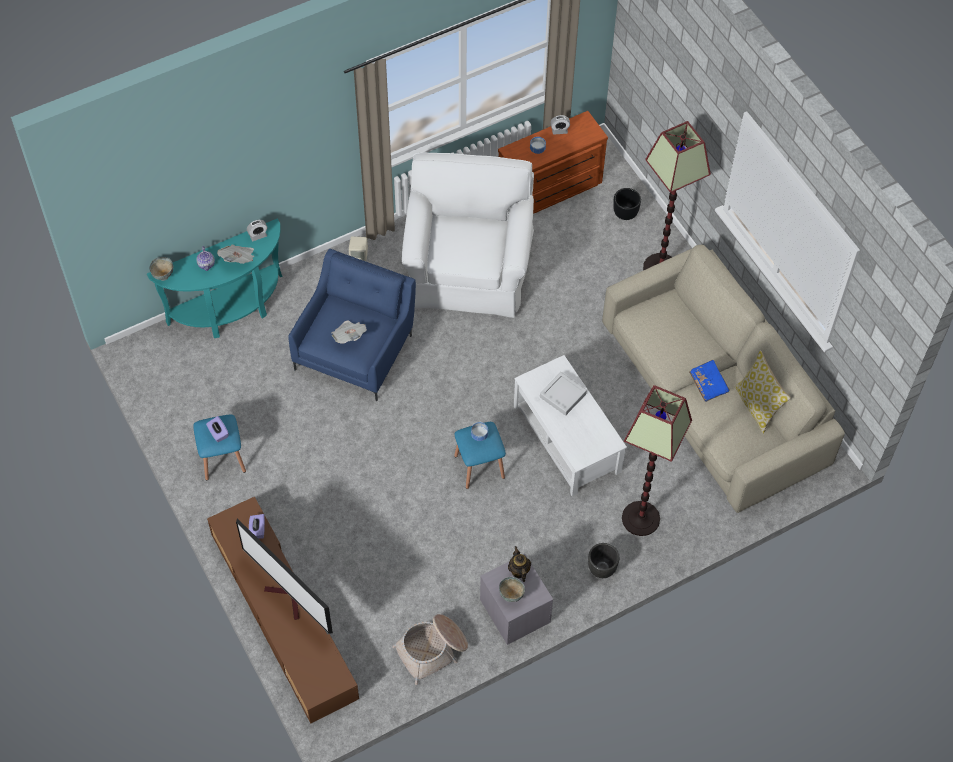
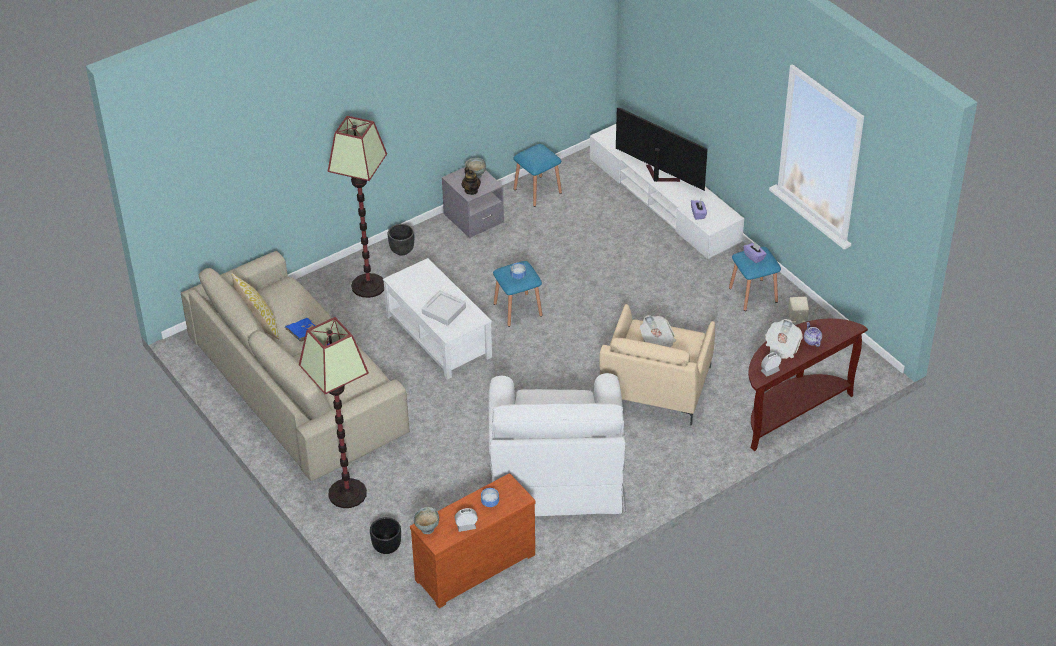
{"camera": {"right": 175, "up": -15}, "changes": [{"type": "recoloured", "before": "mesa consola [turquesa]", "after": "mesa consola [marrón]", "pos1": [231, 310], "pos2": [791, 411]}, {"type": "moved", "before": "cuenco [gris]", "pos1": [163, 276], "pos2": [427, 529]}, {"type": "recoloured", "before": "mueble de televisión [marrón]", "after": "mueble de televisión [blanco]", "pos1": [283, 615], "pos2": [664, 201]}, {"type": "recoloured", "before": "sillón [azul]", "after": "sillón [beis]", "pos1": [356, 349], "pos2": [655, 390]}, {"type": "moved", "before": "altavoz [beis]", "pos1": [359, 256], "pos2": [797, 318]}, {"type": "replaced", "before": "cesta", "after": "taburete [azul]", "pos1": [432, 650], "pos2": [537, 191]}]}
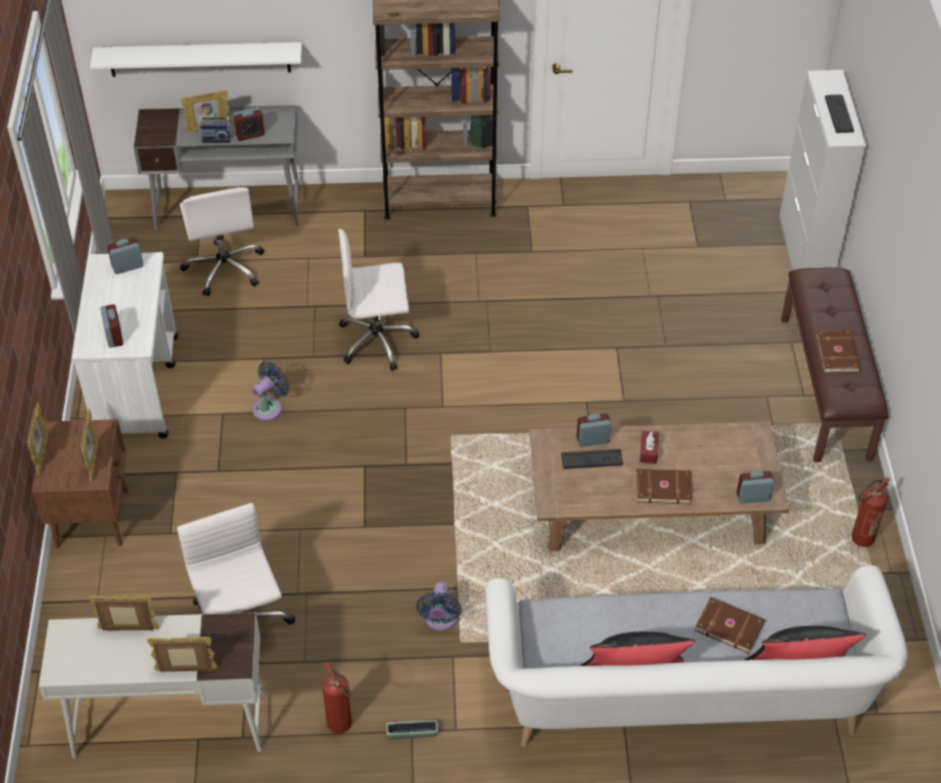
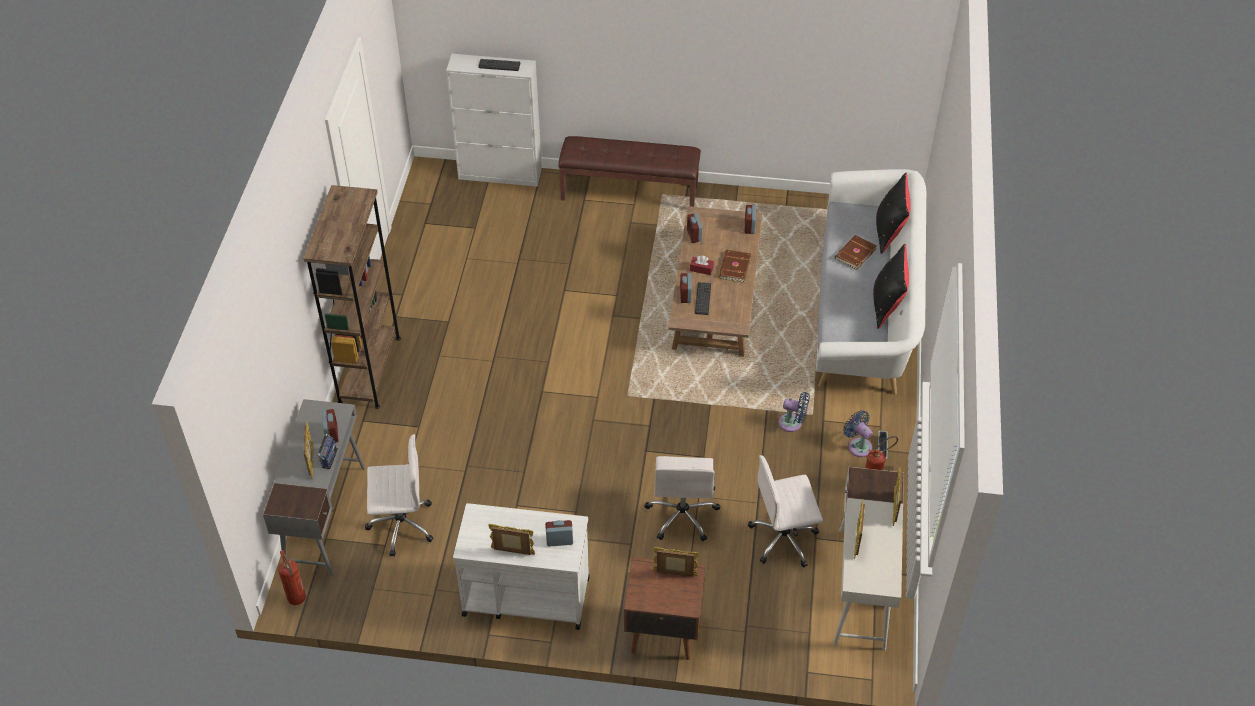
{"camera": {"right": -80, "up": 0}, "changes": [{"type": "moved", "before": "portarretratos", "pos1": [42, 455], "pos2": [512, 552]}, {"type": "removed", "before": "estante [blanco]", "pos1": [199, 59]}, {"type": "moved", "before": "despertador", "pos1": [127, 266], "pos2": [694, 235]}, {"type": "moved", "before": "ventilador [azul]", "pos1": [270, 407], "pos2": [858, 445]}, {"type": "moved", "before": "silla de oficina [blanco]", "pos1": [378, 340], "pos2": [682, 515]}, {"type": "removed", "before": "libro [marrón]", "pos1": [838, 353]}, {"type": "moved", "before": "extintor", "pos1": [858, 541], "pos2": [298, 601]}]}
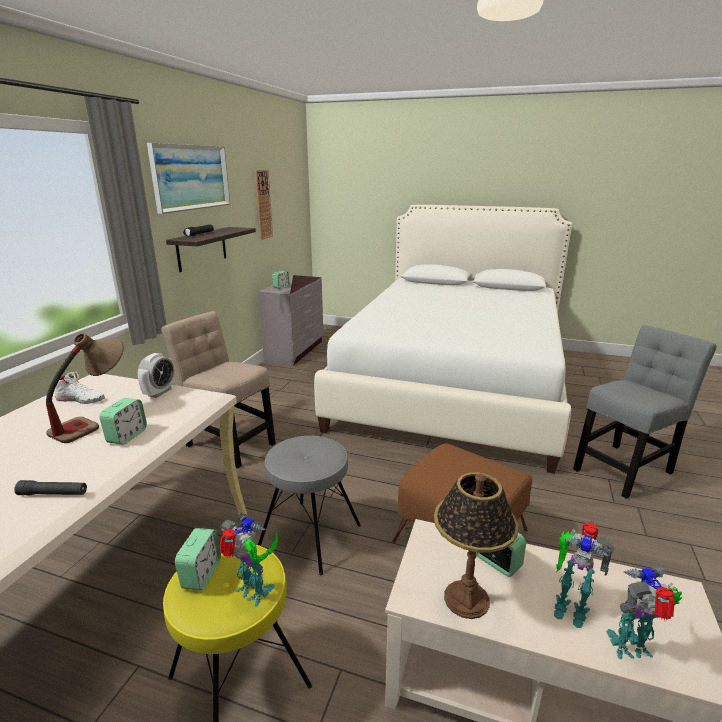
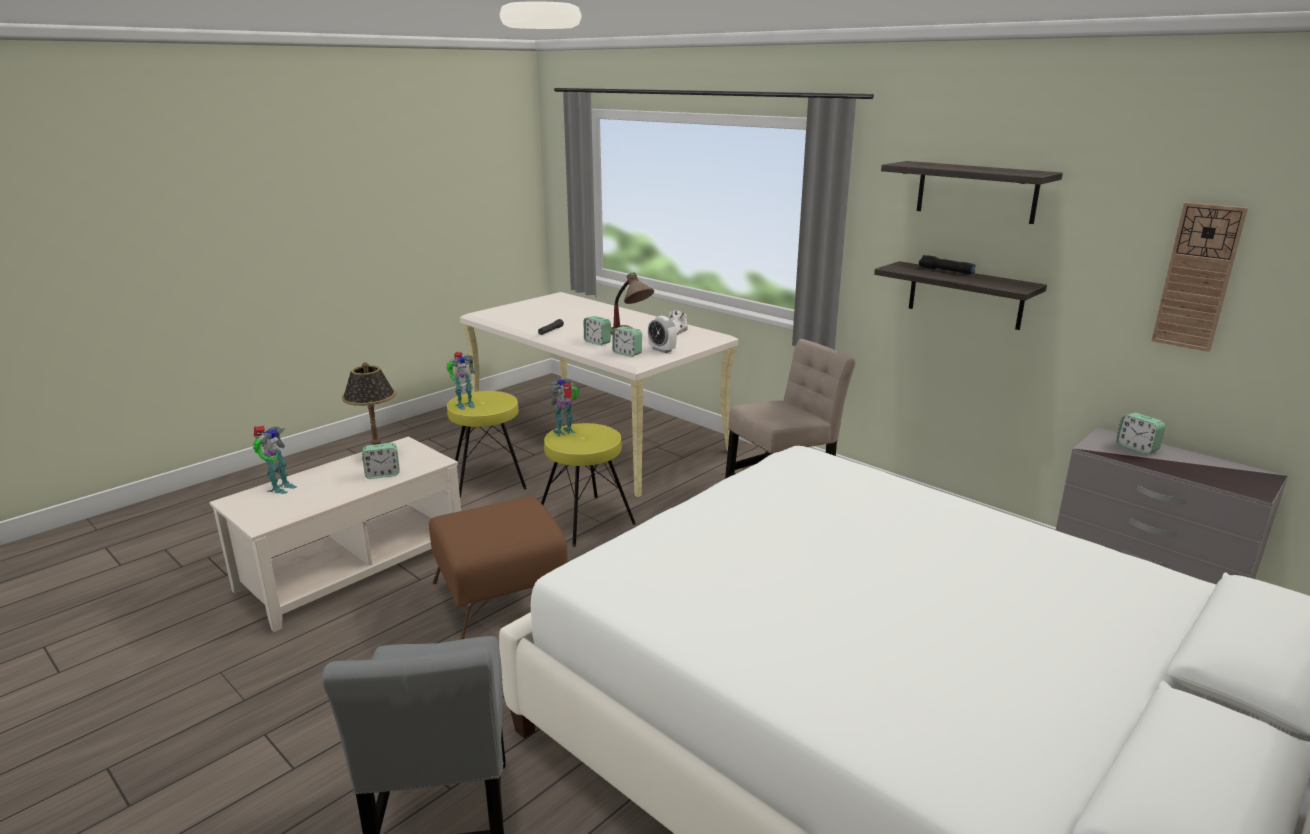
{"camera": {"right": 115, "up": 0}, "changes": [{"type": "replaced", "before": "cuadro", "after": "estante", "pos1": [191, 177], "pos2": [976, 191]}, {"type": "moved", "before": "despertador", "pos1": [201, 574], "pos2": [627, 353]}, {"type": "recoloured", "before": "taburete [gris]", "after": "taburete [amarillo]", "pos1": [309, 535], "pos2": [585, 520]}, {"type": "moved", "before": "robot de juguete", "pos1": [569, 607], "pos2": [565, 432]}]}
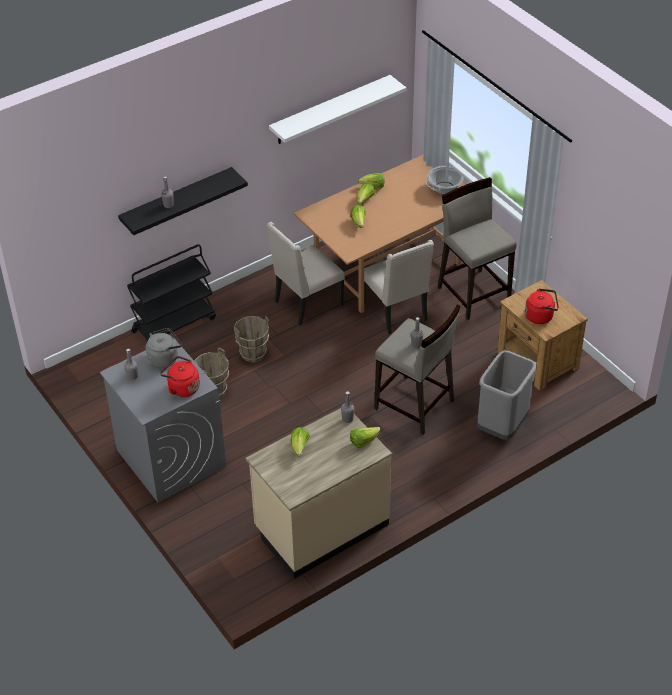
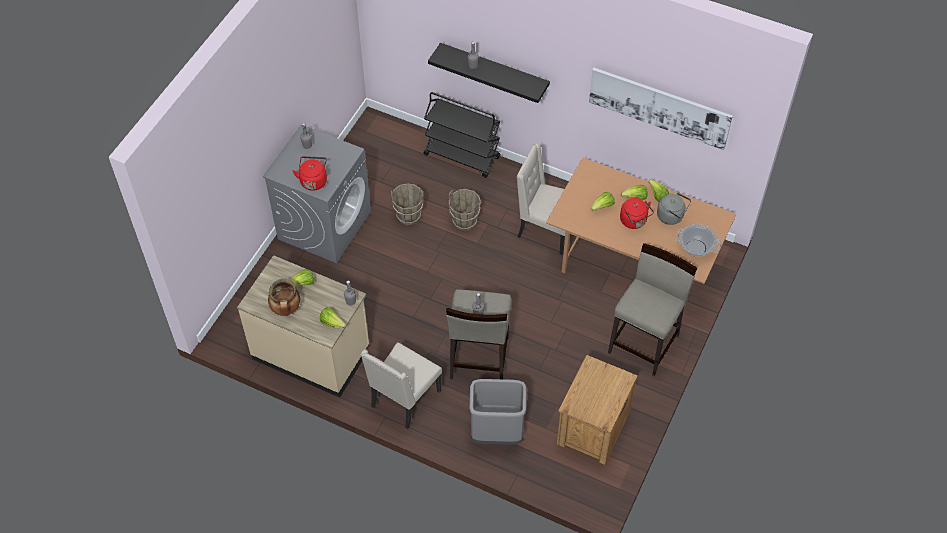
{"camera": {"right": 60, "up": 10}, "changes": [{"type": "moved", "before": "hervidor [gris]", "pos1": [164, 358], "pos2": [671, 216]}, {"type": "replaced", "before": "estante [blanco]", "after": "cuadro", "pos1": [330, 110], "pos2": [659, 107]}, {"type": "moved", "before": "silla [beis]", "pos1": [396, 312], "pos2": [404, 399]}, {"type": "moved", "before": "hervidor [rojo]", "pos1": [541, 316], "pos2": [634, 221]}, {"type": "added", "after": "olla", "pos2": [286, 309]}]}
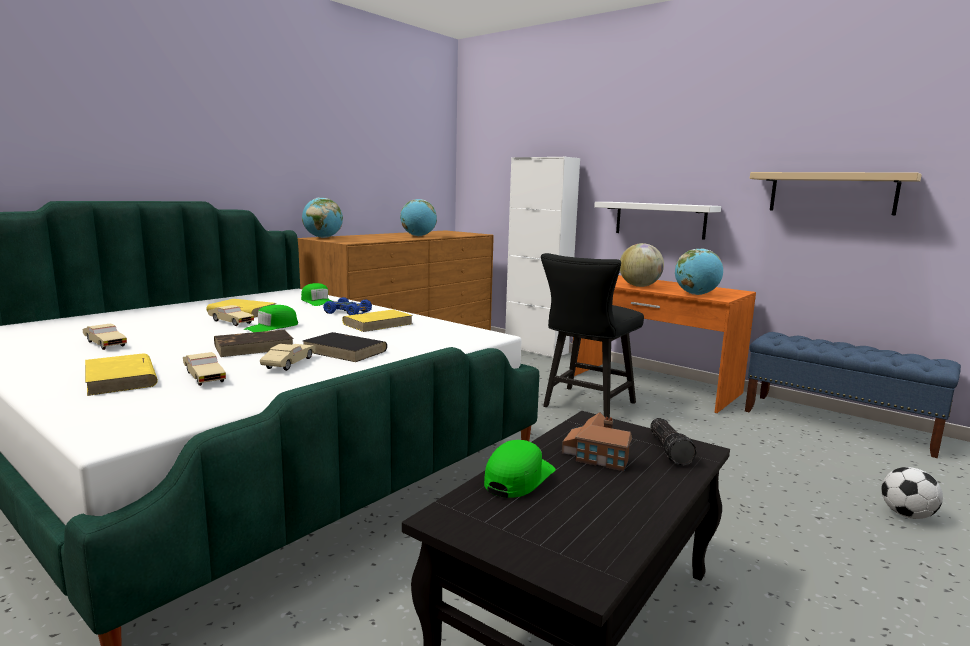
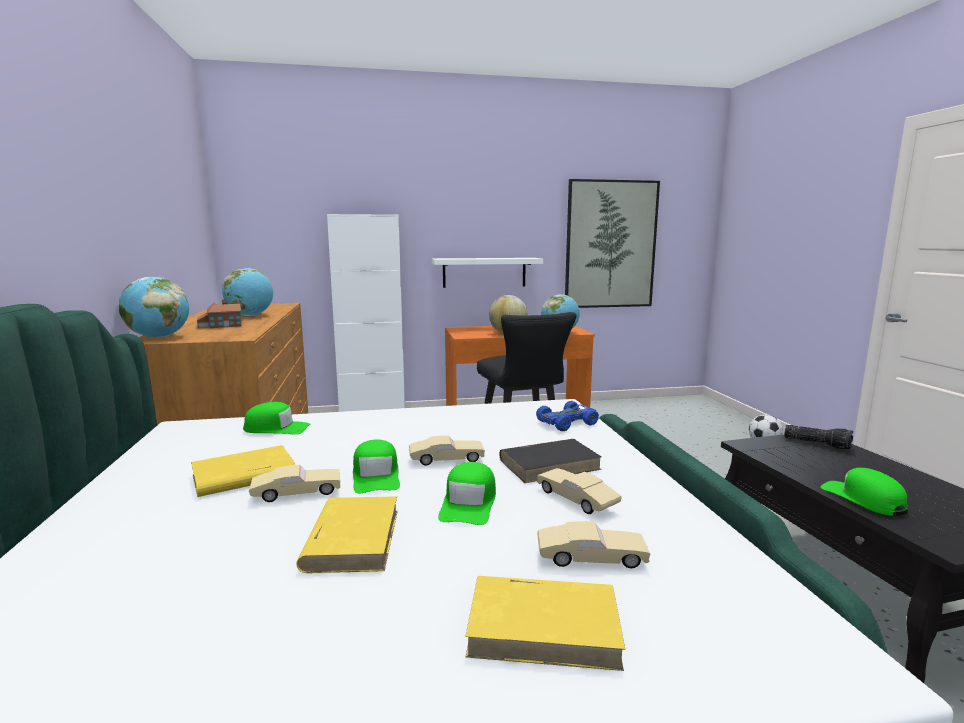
{"camera": {"right": -50, "up": 0}, "changes": [{"type": "moved", "before": "coche de juguete [beis]", "pos1": [105, 344], "pos2": [446, 460]}, {"type": "replaced", "before": "libro [marrón]", "after": "gorra [verde]", "pos1": [255, 347], "pos2": [469, 503]}, {"type": "moved", "before": "coche de juguete [azul]", "pos1": [349, 312], "pos2": [567, 423]}, {"type": "moved", "before": "libro [amarillo]", "pos1": [378, 324], "pos2": [352, 538]}, {"type": "moved", "before": "casita", "pos1": [595, 455], "pos2": [219, 325]}, {"type": "removed", "before": "banco [azul]", "pos1": [839, 424]}, {"type": "replaced", "before": "estante [beis]", "after": "cuadro", "pos1": [832, 193], "pos2": [610, 245]}]}
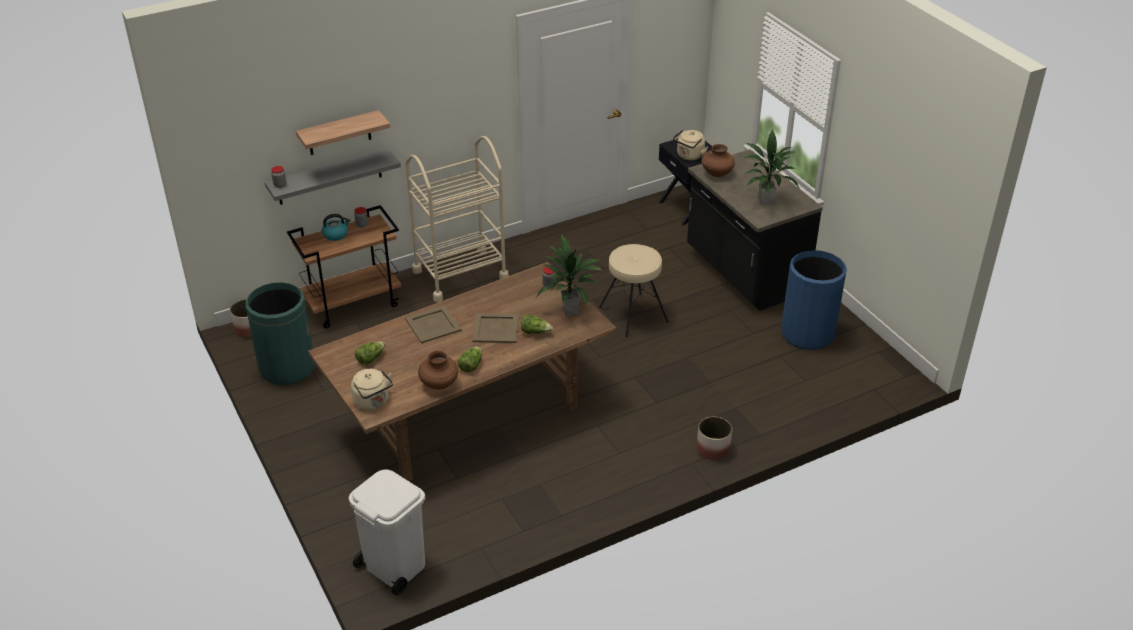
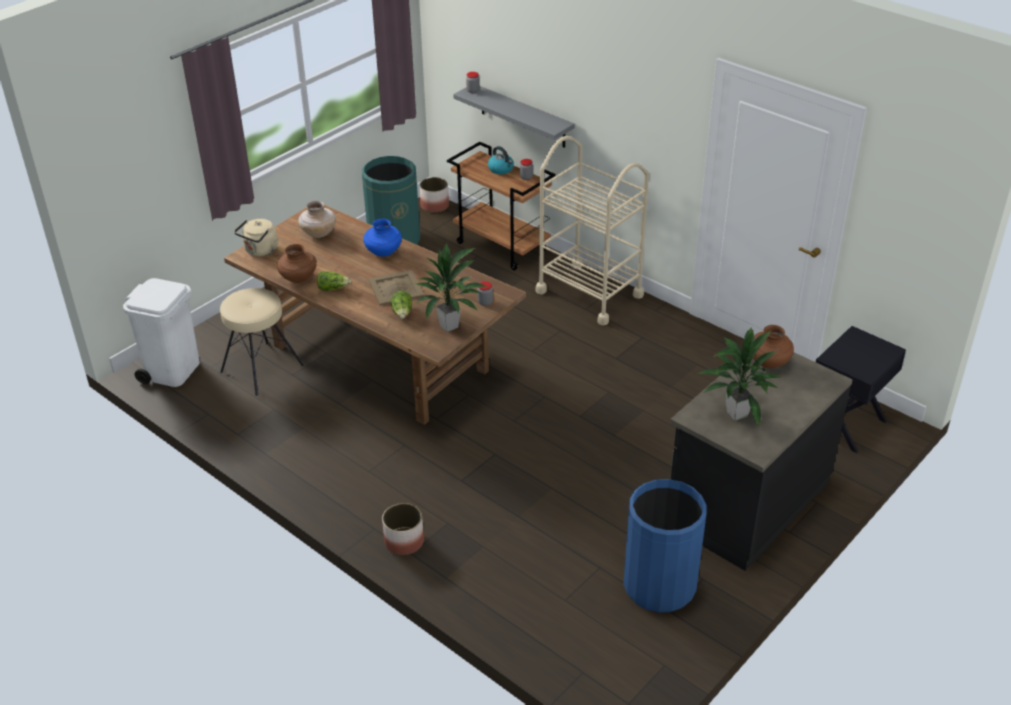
{"camera": {"right": 70, "up": 0}, "changes": [{"type": "removed", "before": "estante", "pos1": [339, 133]}, {"type": "replaced", "before": "lechuga", "after": "florero [beis]", "pos1": [370, 358], "pos2": [319, 233]}, {"type": "replaced", "before": "bandeja [beis]", "after": "florero [azul]", "pos1": [433, 325], "pos2": [383, 252]}, {"type": "moved", "before": "taburete [beis]", "pos1": [633, 315], "pos2": [261, 368]}, {"type": "removed", "before": "hervidor [beis]", "pos1": [689, 156]}]}
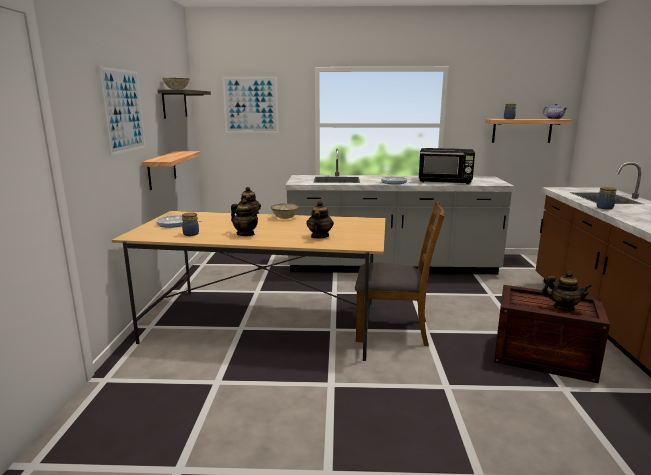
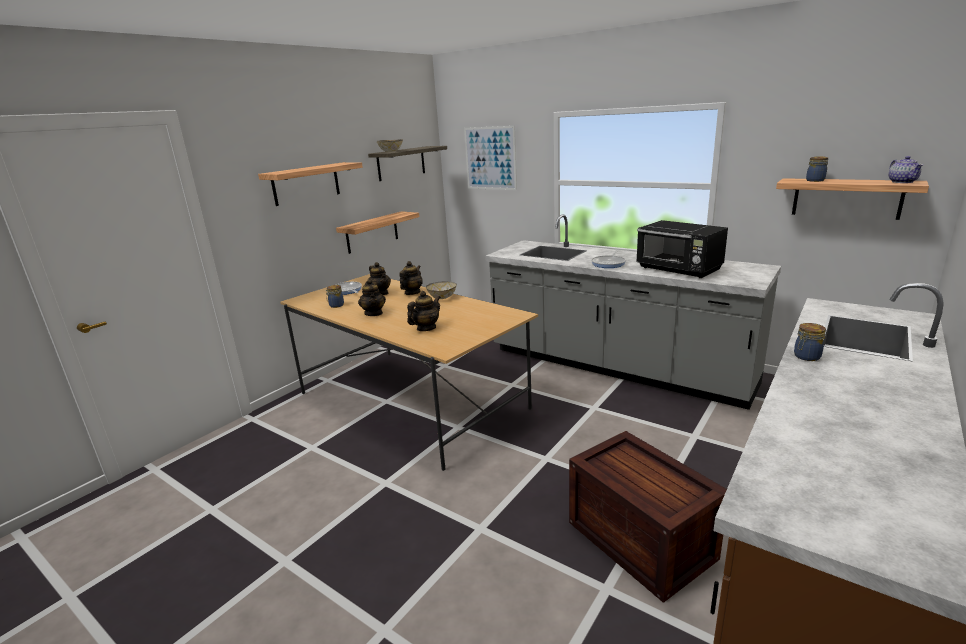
{"camera": {"right": 35, "up": 5}, "changes": [{"type": "replaced", "before": "cuadro", "after": "estante", "pos1": [123, 111], "pos2": [306, 183]}, {"type": "removed", "before": "silla [marrón]", "pos1": [393, 330]}, {"type": "moved", "before": "tetera", "pos1": [563, 308], "pos2": [380, 293]}]}
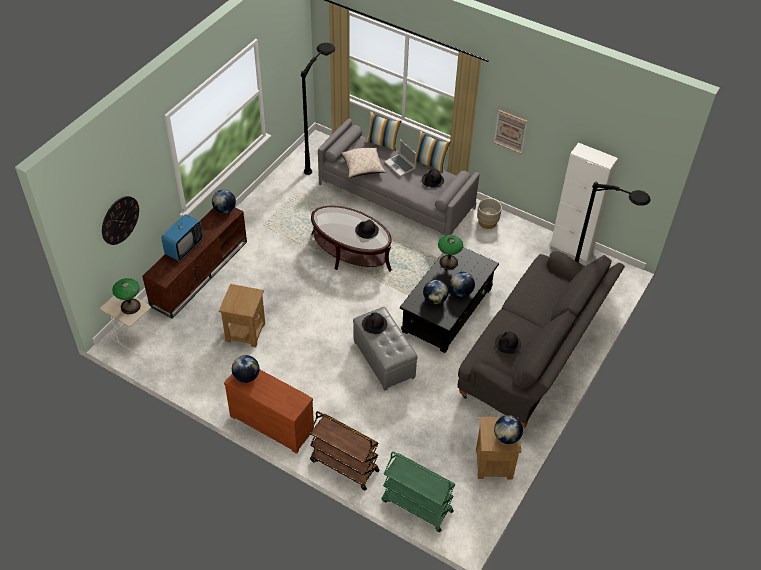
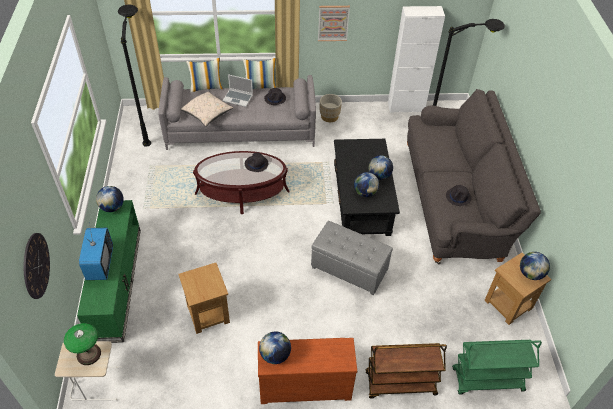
{"camera": {"right": -35, "up": 0}, "changes": [{"type": "recoloured", "before": "mueble de televisión [marrón]", "after": "mueble de televisión [verde]", "pos1": [199, 272], "pos2": [116, 282]}, {"type": "removed", "before": "sombrero [negro]", "pos1": [374, 324]}, {"type": "removed", "before": "lámpara de mesa", "pos1": [448, 262]}]}
